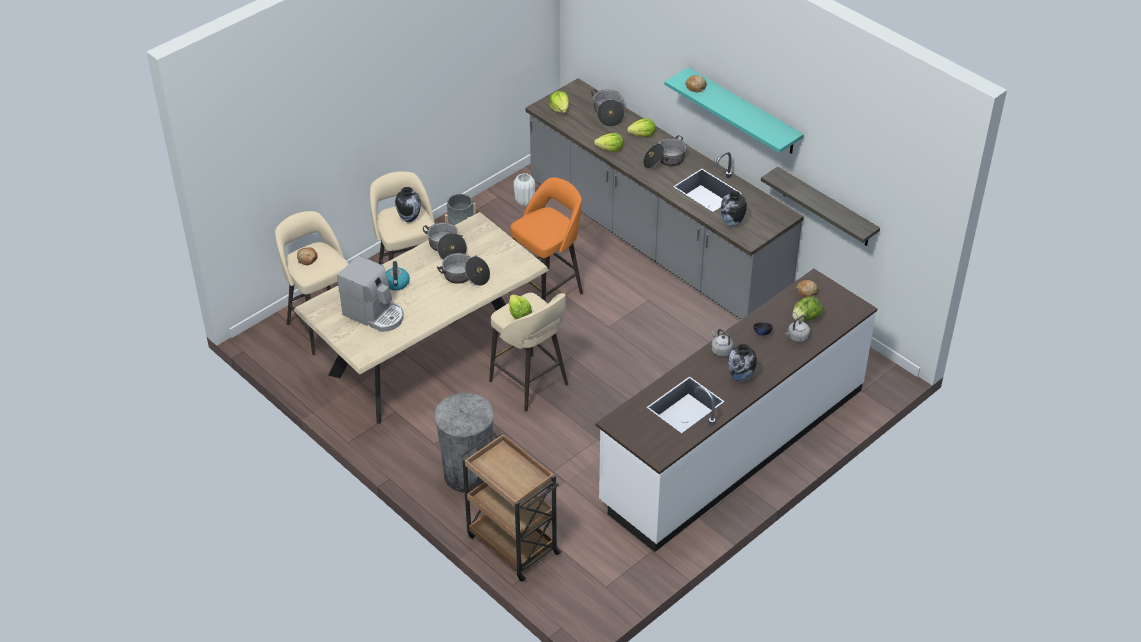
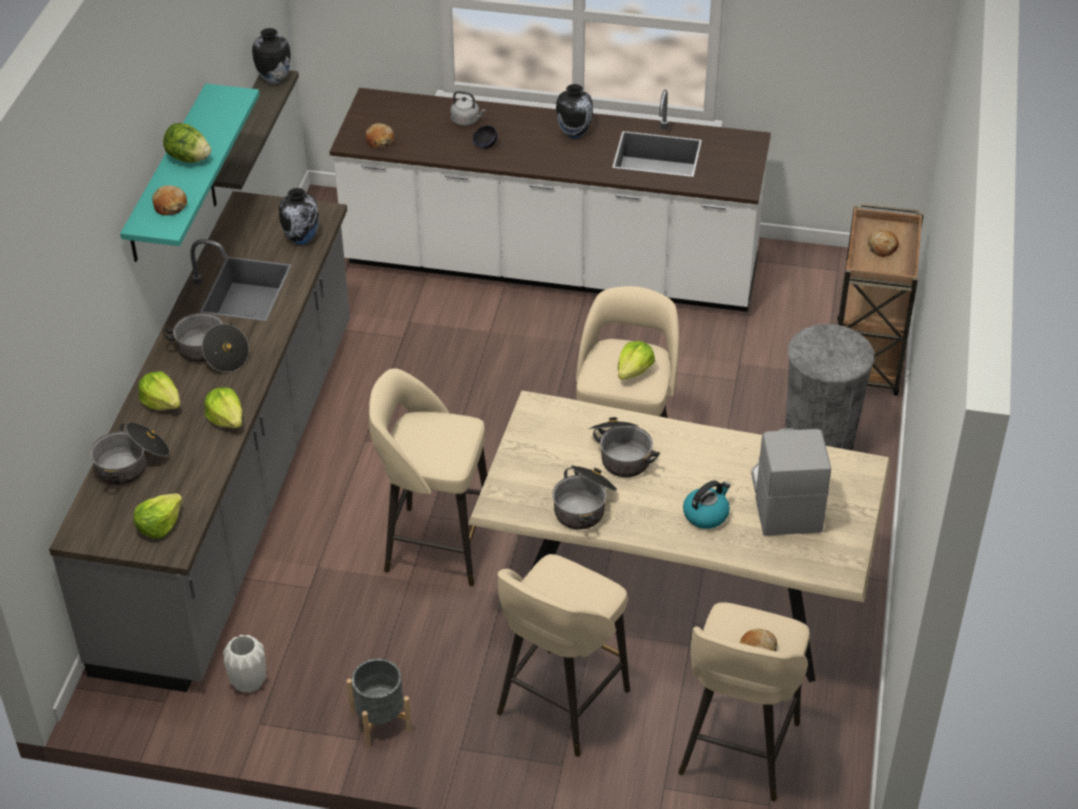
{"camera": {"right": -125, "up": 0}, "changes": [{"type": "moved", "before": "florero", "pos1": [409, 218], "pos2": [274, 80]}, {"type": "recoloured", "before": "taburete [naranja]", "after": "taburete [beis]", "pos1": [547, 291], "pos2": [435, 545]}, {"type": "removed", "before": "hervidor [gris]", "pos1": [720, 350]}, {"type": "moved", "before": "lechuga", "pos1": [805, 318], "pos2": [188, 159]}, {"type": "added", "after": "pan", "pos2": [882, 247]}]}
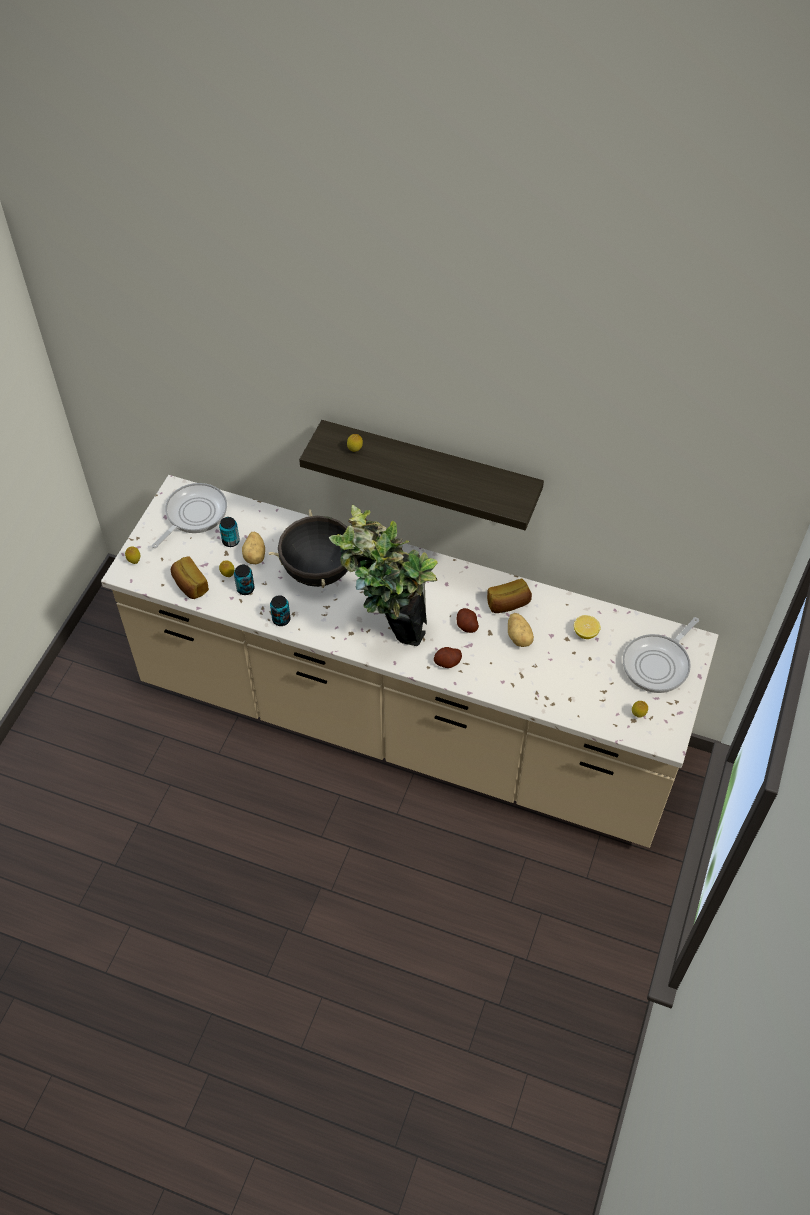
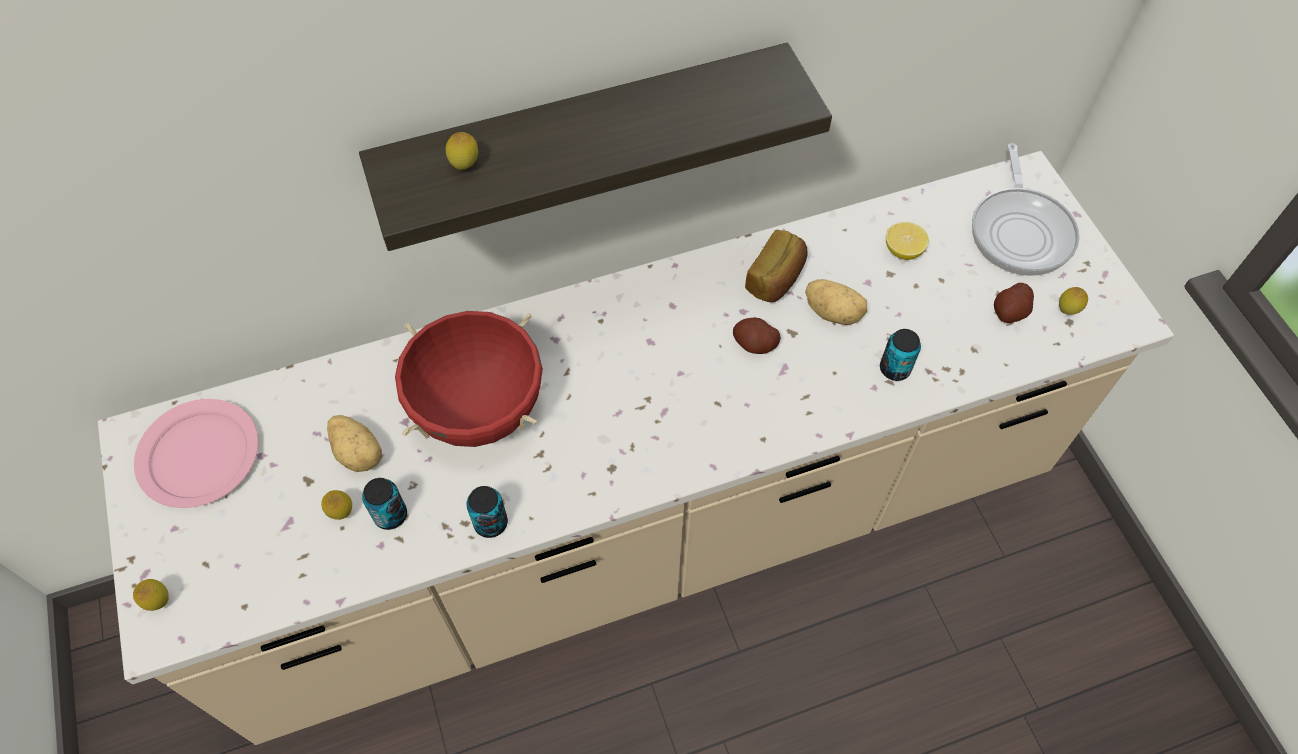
{"camera": {"right": -40, "up": 5}, "changes": [{"type": "replaced", "before": "sartén", "after": "plato [rosa]", "pos1": [193, 514], "pos2": [198, 456]}, {"type": "removed", "before": "pan", "pos1": [189, 585]}, {"type": "moved", "before": "lata", "pos1": [231, 541], "pos2": [895, 369]}, {"type": "recoloured", "before": "olla [negro]", "after": "olla [rojo]", "pos1": [319, 571], "pos2": [479, 409]}, {"type": "removed", "before": "planta en maceta", "pos1": [386, 631]}, {"type": "moved", "before": "patata", "pos1": [447, 662], "pos2": [1010, 312]}]}
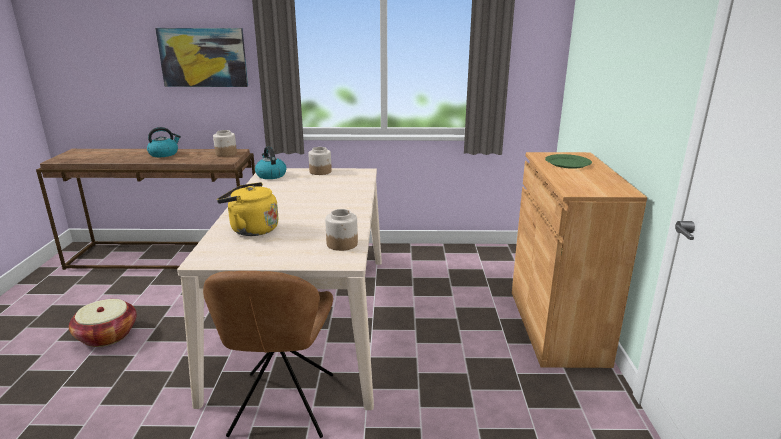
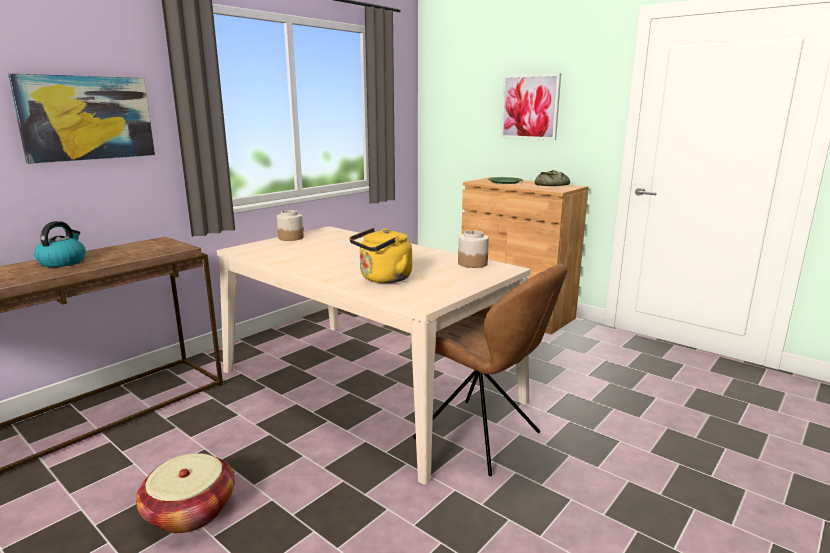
{"camera": {"right": -50, "up": -5}, "changes": [{"type": "removed", "before": "tarro", "pos1": [225, 154]}, {"type": "removed", "before": "hervidor", "pos1": [270, 175]}, {"type": "added", "after": "cuadro", "pos2": [530, 107]}, {"type": "added", "after": "pan", "pos2": [550, 185]}]}
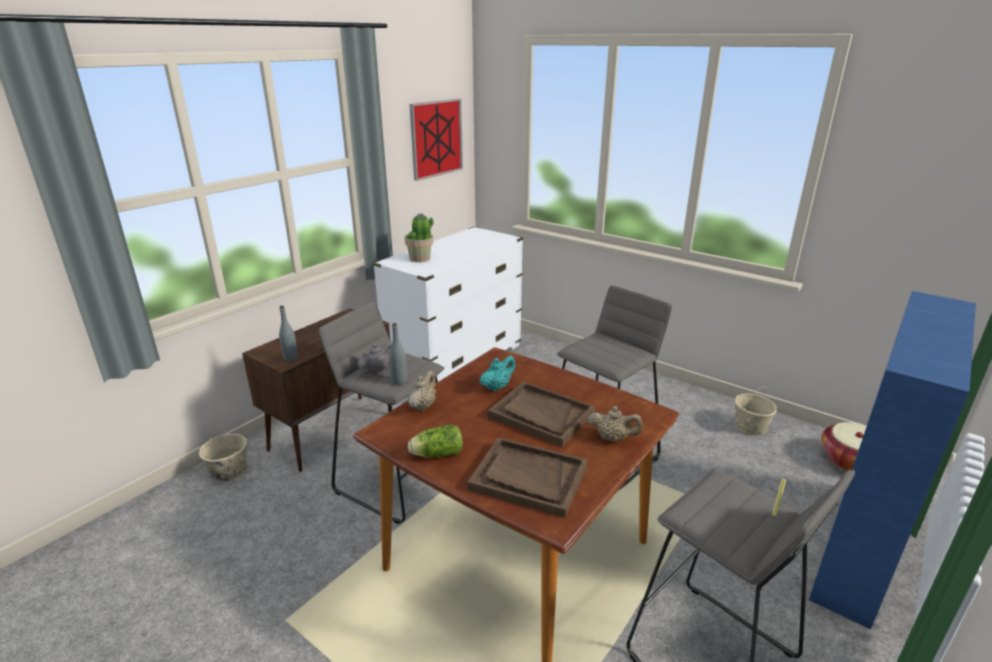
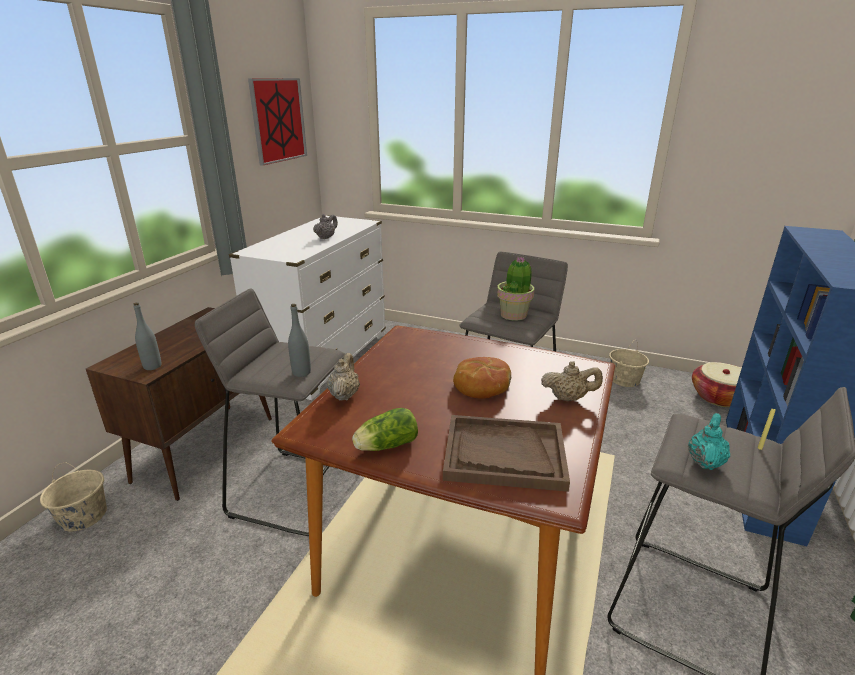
{"camera": {"right": -15, "up": 0}, "changes": [{"type": "moved", "before": "tetera [gris]", "pos1": [378, 370], "pos2": [326, 237]}, {"type": "moved", "before": "planta en maceta", "pos1": [420, 258], "pos2": [514, 315]}, {"type": "moved", "before": "tetera [turquesa]", "pos1": [497, 387], "pos2": [705, 461]}, {"type": "replaced", "before": "bandeja [marrón]", "after": "pan", "pos1": [540, 415], "pos2": [481, 386]}]}
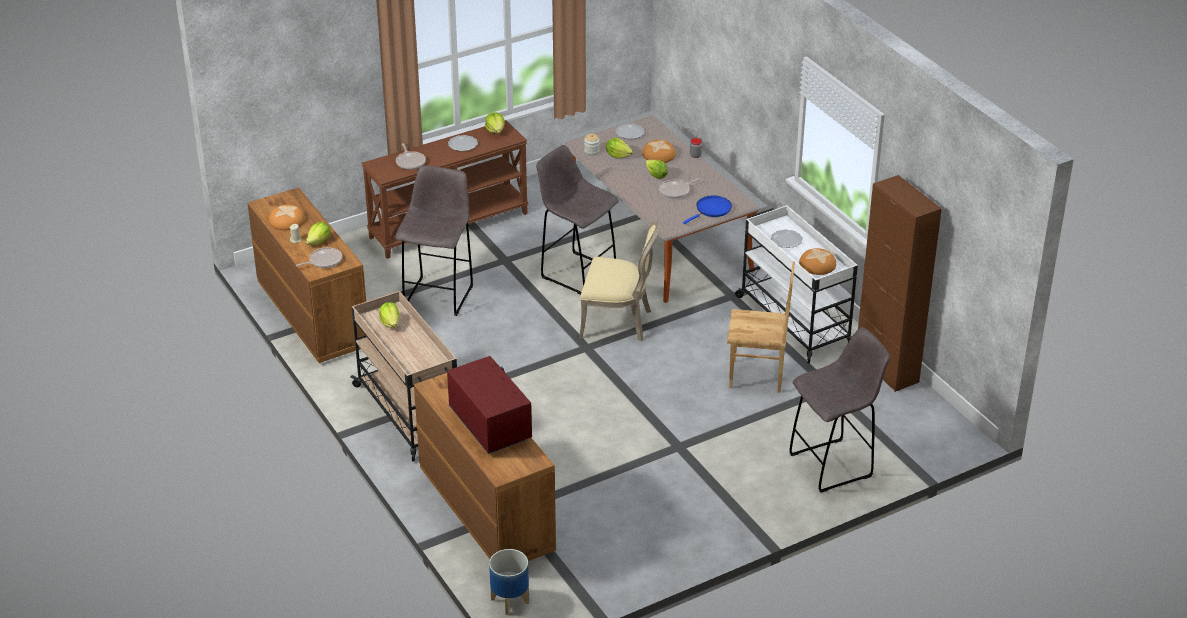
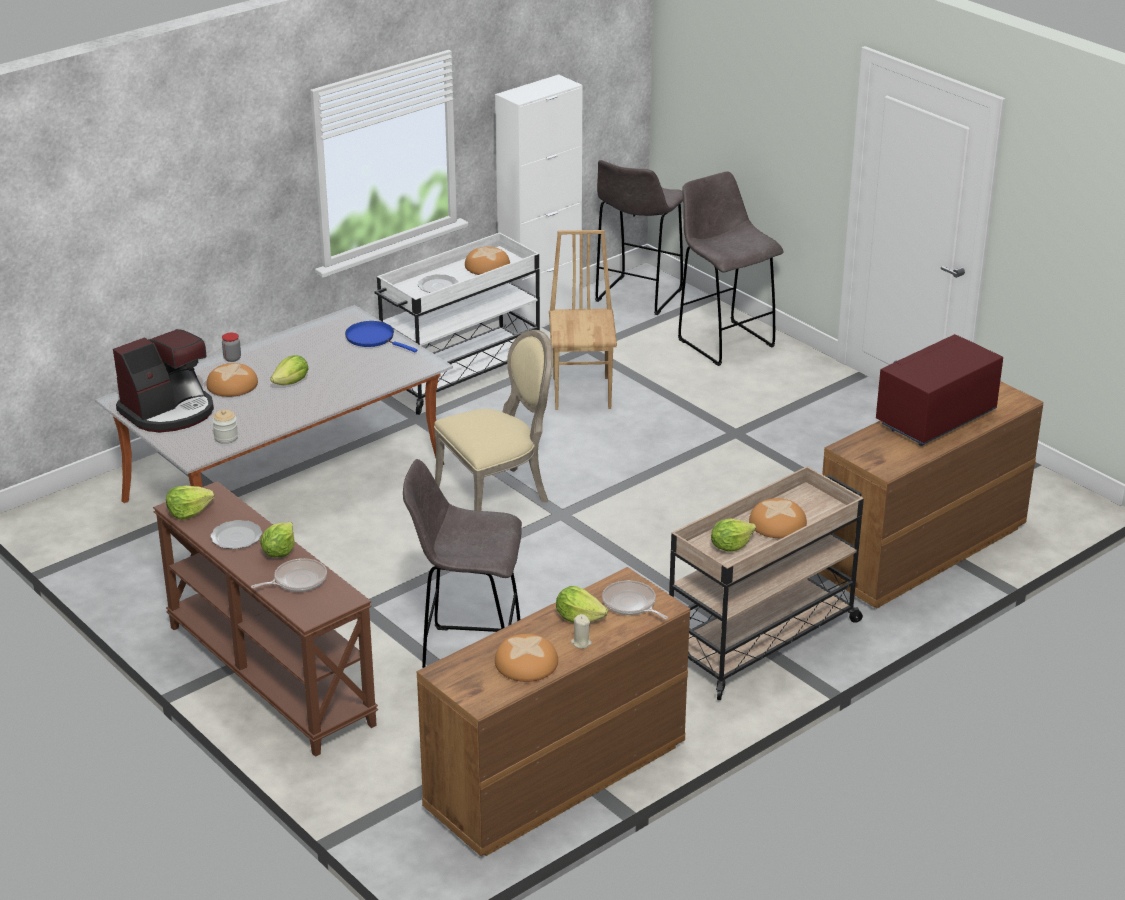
{"camera": {"right": -100, "up": -5}, "changes": [{"type": "removed", "before": "maceta", "pos1": [510, 601]}, {"type": "moved", "before": "taburete [gris]", "pos1": [576, 272], "pos2": [637, 296]}, {"type": "turned", "before": "silla [beis]", "pos1": [619, 322], "pos2": [497, 494], "turn": 60}, {"type": "moved", "before": "lechuga", "pos1": [618, 155], "pos2": [279, 552]}, {"type": "replaced", "before": "plato", "after": "cafetera", "pos1": [630, 132], "pos2": [169, 411]}, {"type": "removed", "before": "sartén", "pos1": [676, 191]}, {"type": "recoloured", "before": "armario [marrón]", "after": "armario [blanco]", "pos1": [886, 369], "pos2": [540, 318]}, {"type": "added", "after": "pan", "pos2": [777, 524]}]}
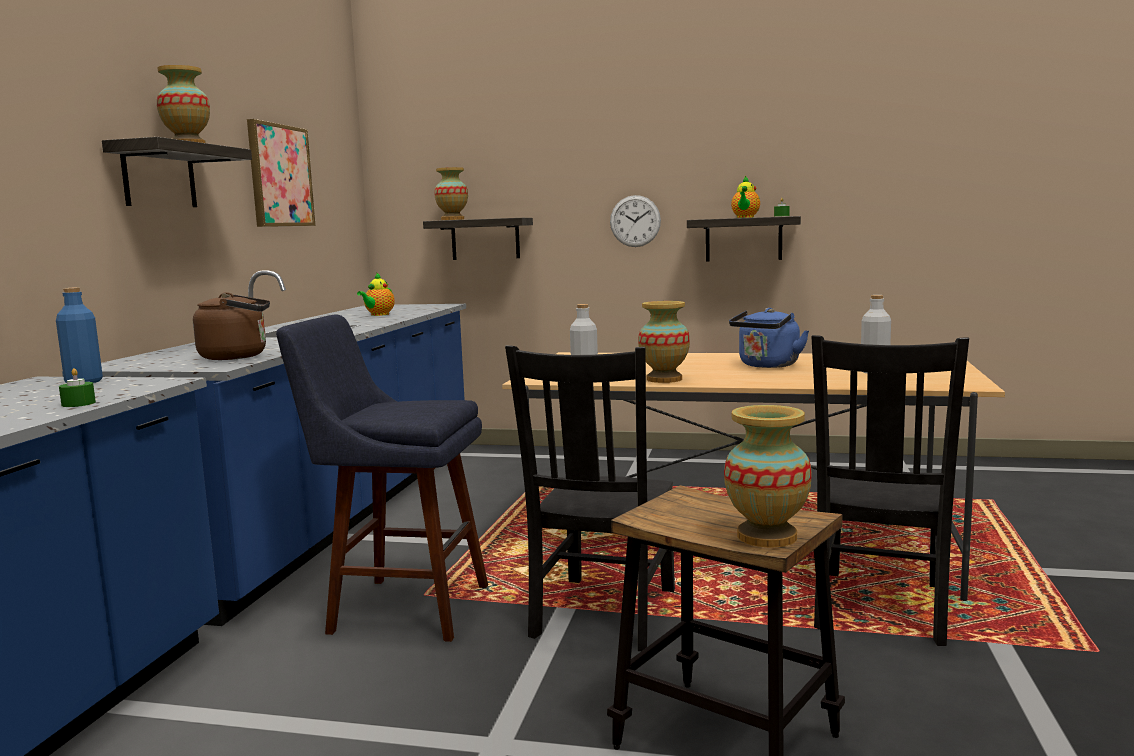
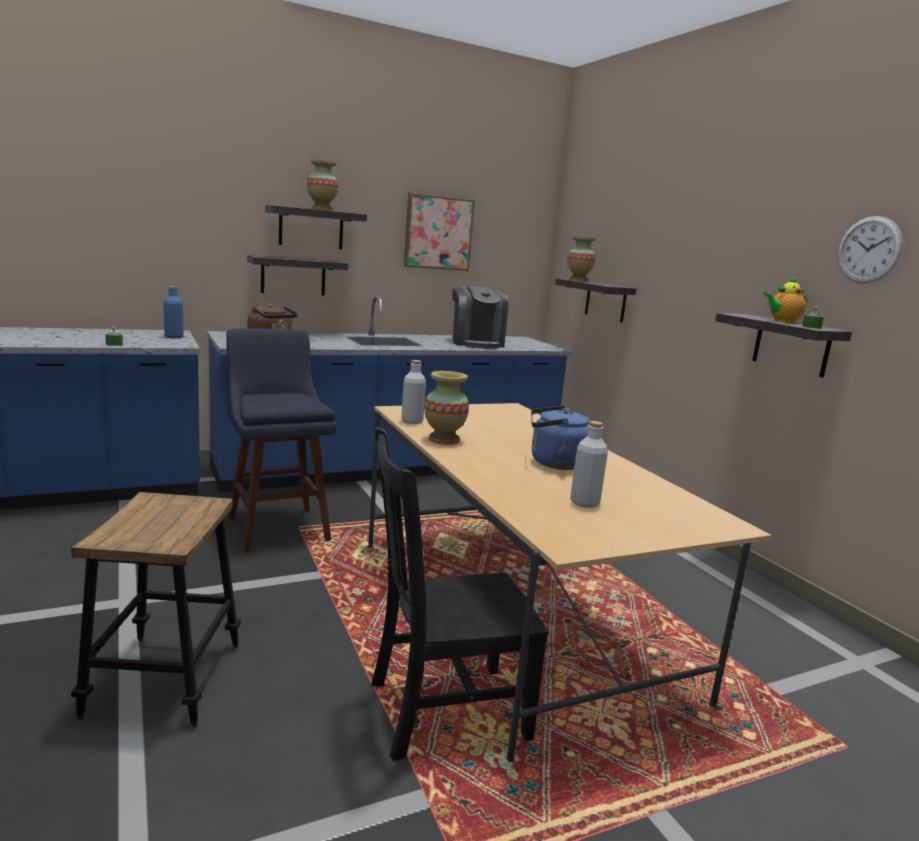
{"camera": {"right": 50, "up": 5}, "changes": [{"type": "replaced", "before": "tetera", "after": "cafetera", "pos1": [378, 315], "pos2": [476, 343]}, {"type": "removed", "before": "silla [negro]", "pos1": [602, 615]}, {"type": "moved", "before": "reloj de pared", "pos1": [635, 221], "pos2": [869, 250]}, {"type": "removed", "before": "florero", "pos1": [767, 537]}, {"type": "added", "after": "estante", "pos2": [293, 276]}]}
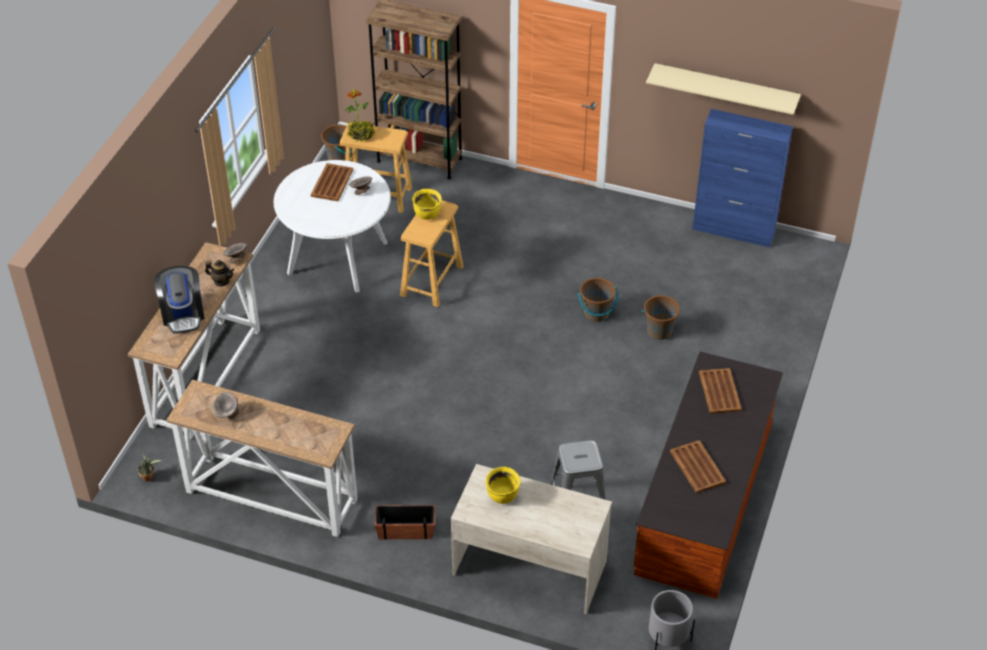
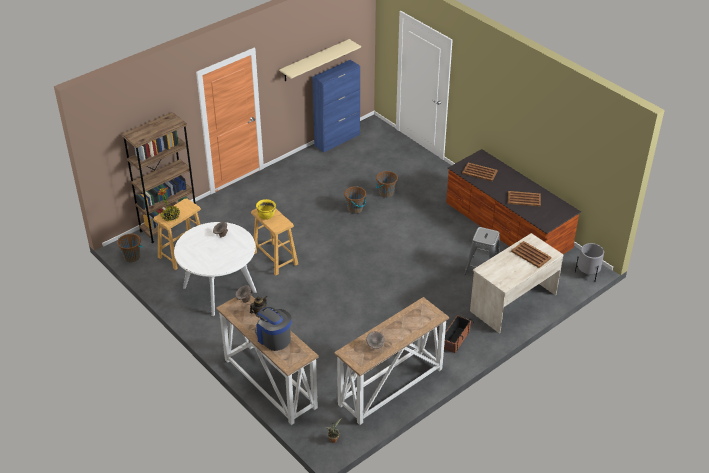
{"camera": {"right": -60, "up": -5}, "changes": [{"type": "turned", "before": "cafetera", "pos1": [183, 314], "pos2": [273, 338], "turn": -150}, {"type": "moved", "before": "bandeja [marrón]", "pos1": [332, 182], "pos2": [530, 254]}, {"type": "removed", "before": "olla [amarillo]", "pos1": [503, 496]}]}
